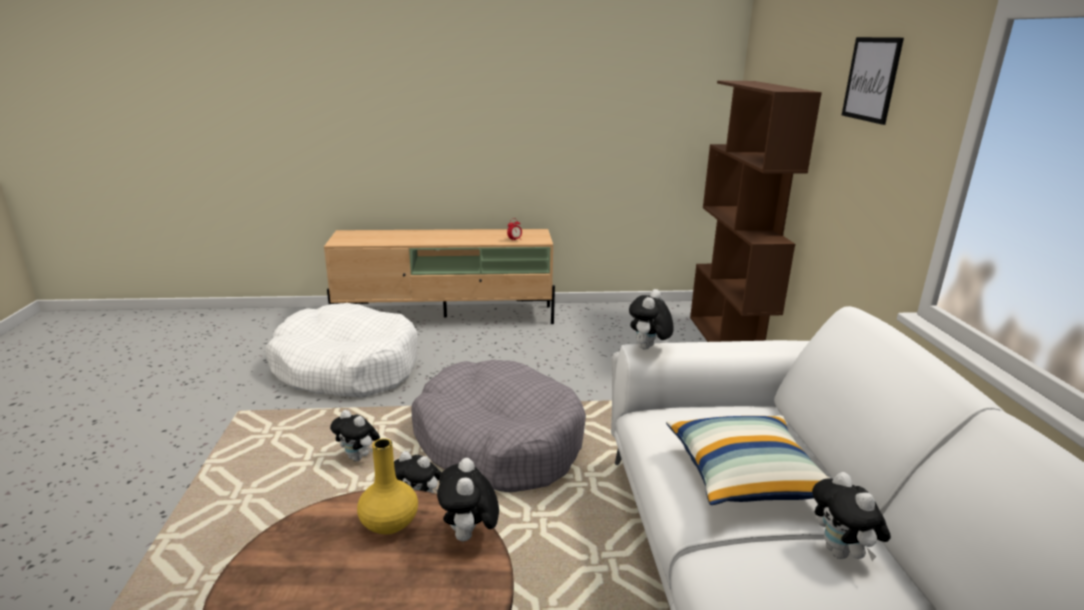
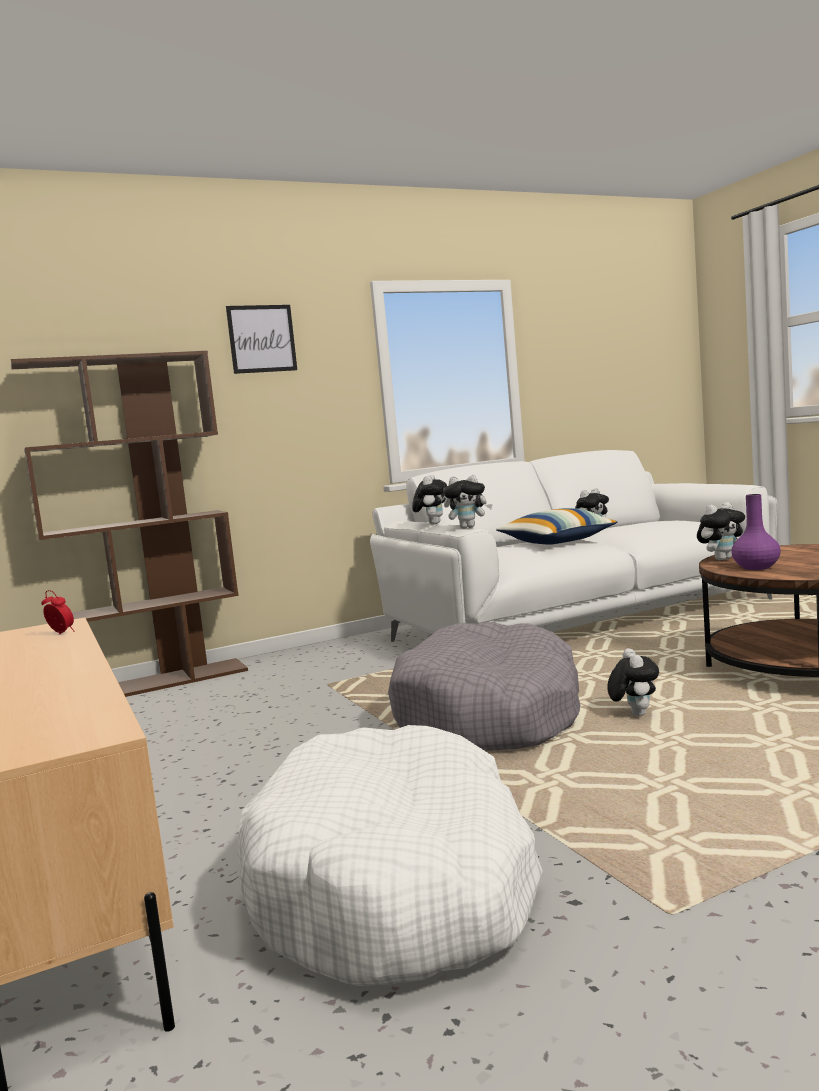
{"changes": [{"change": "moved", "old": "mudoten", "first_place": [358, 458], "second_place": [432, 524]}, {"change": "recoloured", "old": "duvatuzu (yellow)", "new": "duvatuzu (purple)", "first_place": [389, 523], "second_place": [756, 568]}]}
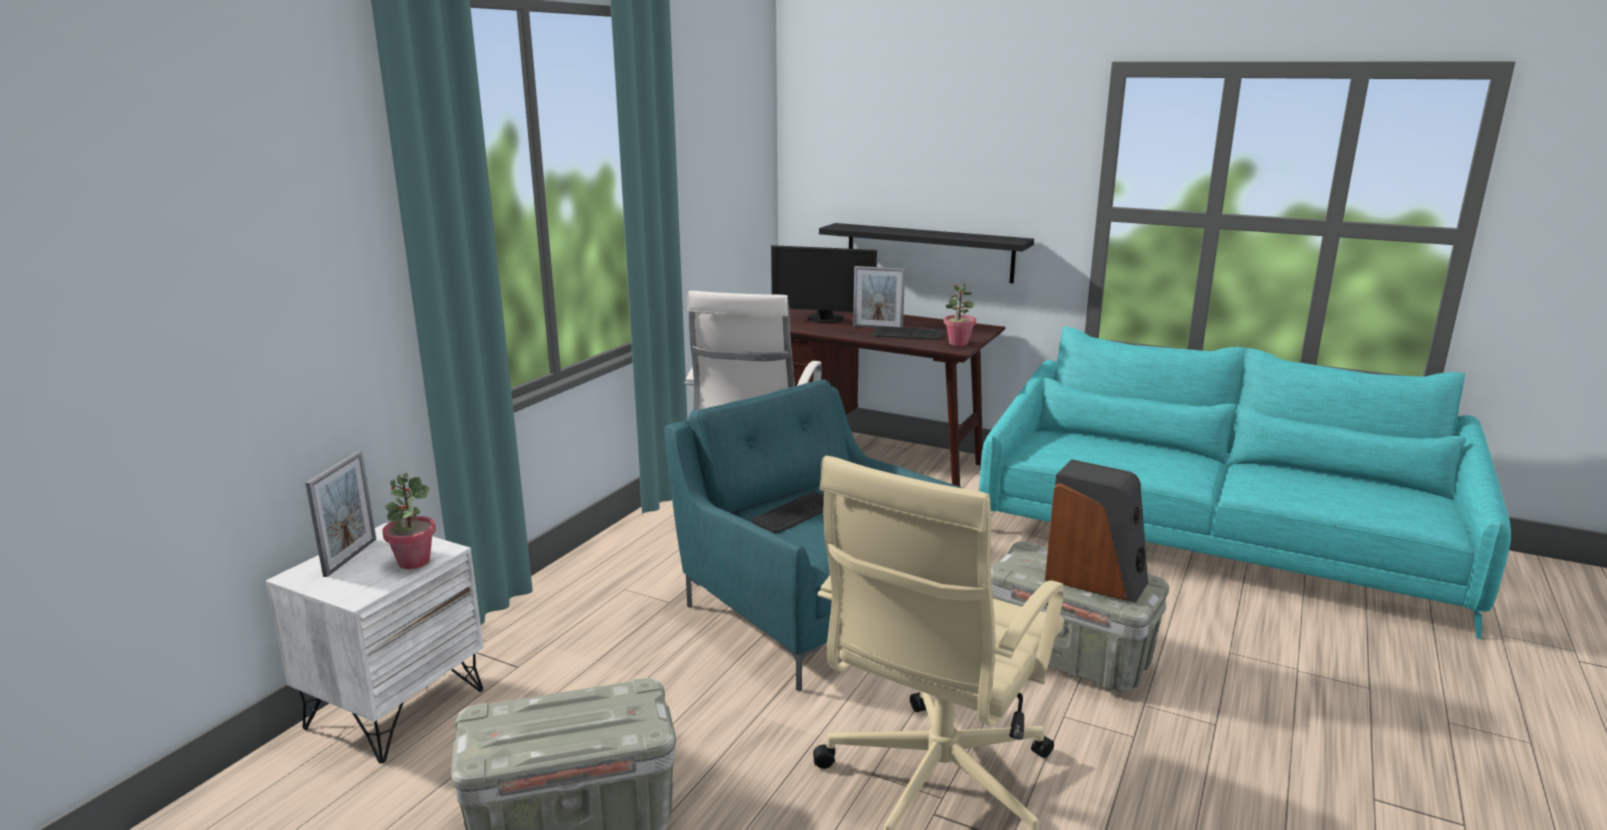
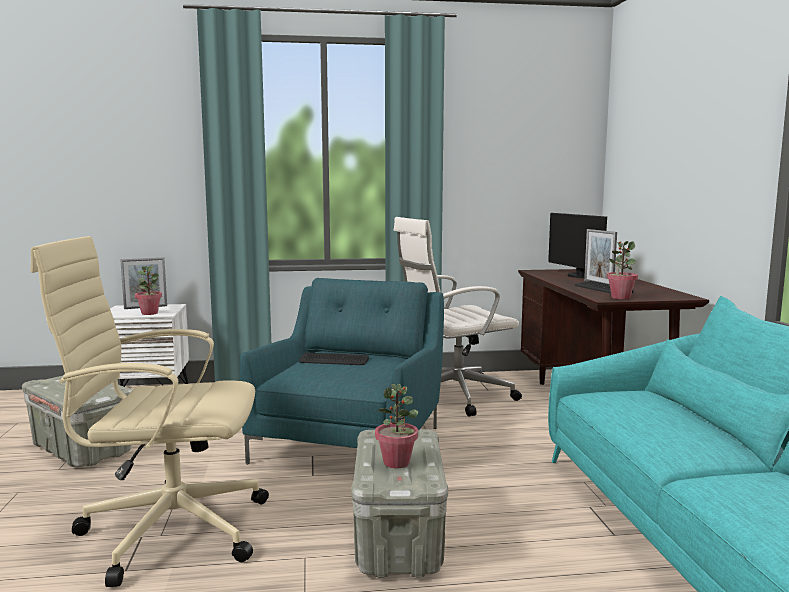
{"changes": [{"change": "replaced", "old": "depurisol", "new": "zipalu", "first_place": [1095, 579], "second_place": [397, 462]}, {"change": "removed", "old": "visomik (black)", "first_place": [929, 252]}]}
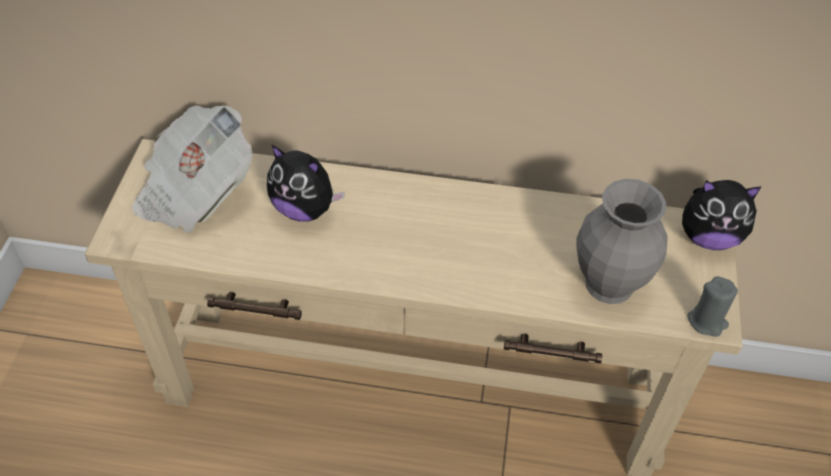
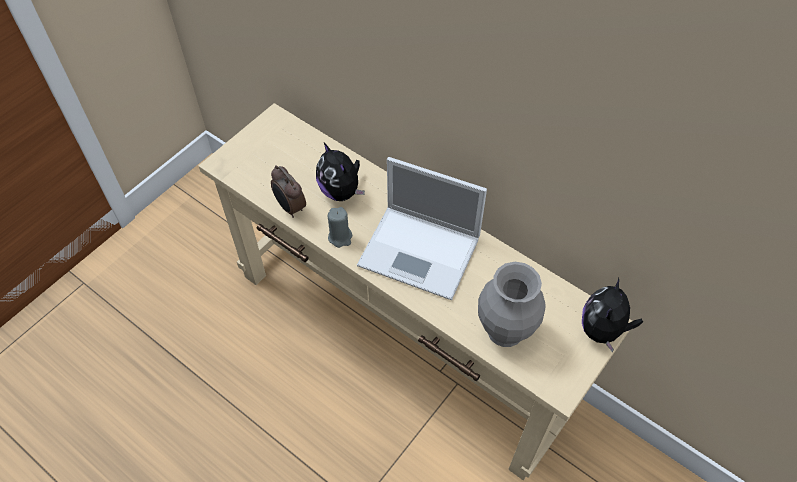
{"changes": [{"change": "added", "new": "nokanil", "second_place": [290, 208]}, {"change": "moved", "old": "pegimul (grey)", "first_place": [707, 321], "second_place": [340, 237]}, {"change": "added", "new": "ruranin", "second_place": [421, 252]}, {"change": "turned", "old": "mudoten", "first_place": [708, 237], "second_place": [603, 330], "degrees": 75}, {"change": "removed", "old": "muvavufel", "first_place": [195, 191]}]}
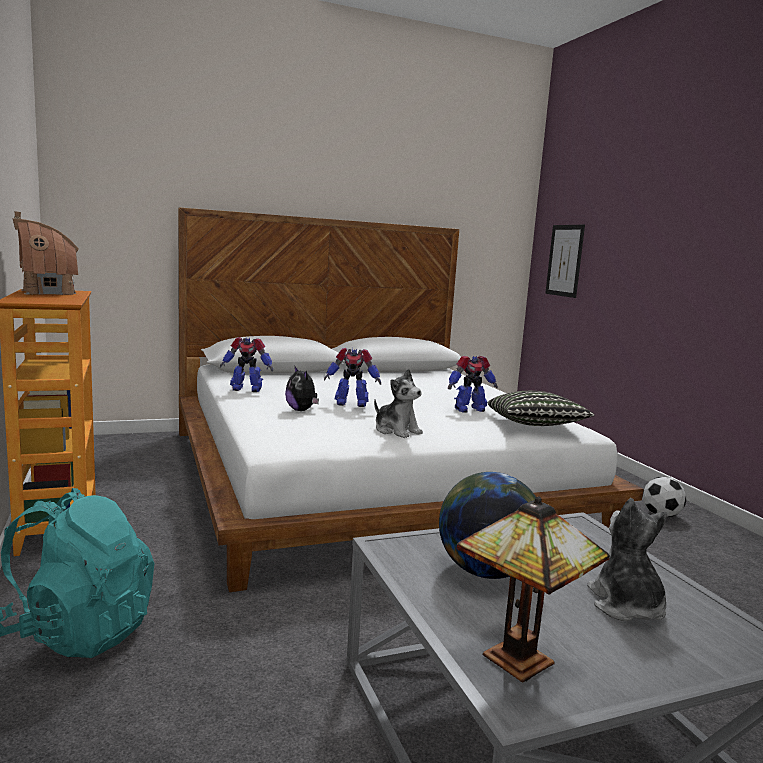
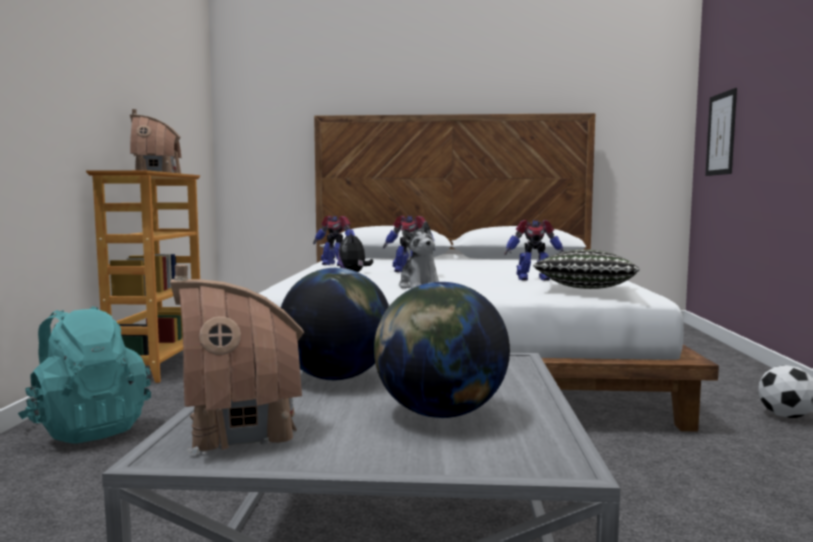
{"changes": [{"change": "replaced", "old": "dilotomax", "new": "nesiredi", "first_place": [524, 661], "second_place": [241, 430]}, {"change": "replaced", "old": "mudoten", "new": "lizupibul", "first_place": [626, 606], "second_place": [440, 414]}]}
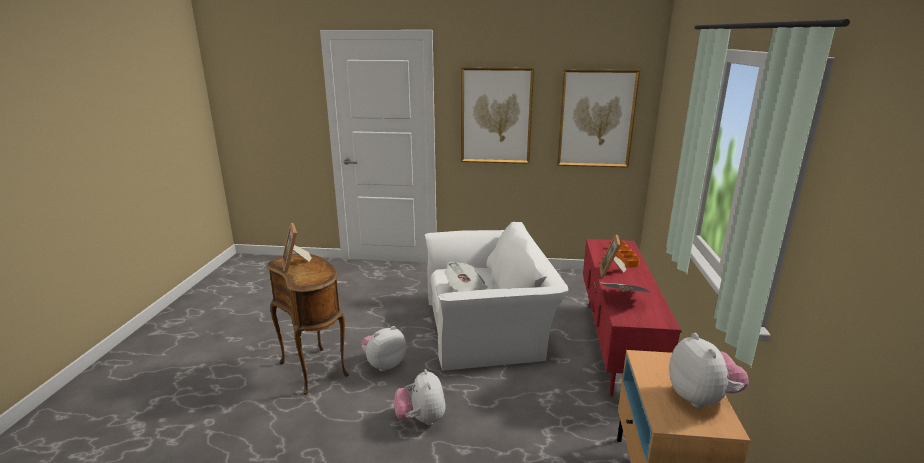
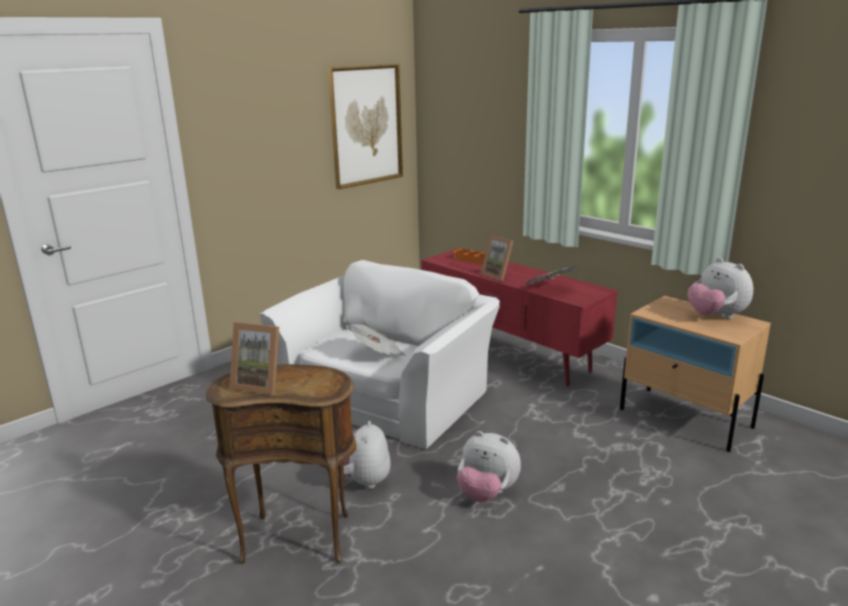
{"changes": [{"change": "turned", "old": "mudoten", "first_place": [701, 398], "second_place": [716, 316], "degrees": -150}, {"change": "removed", "old": "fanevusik", "first_place": [496, 116]}]}
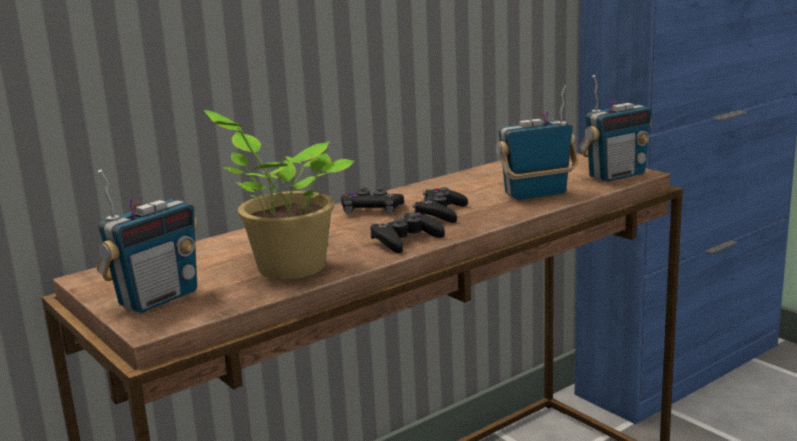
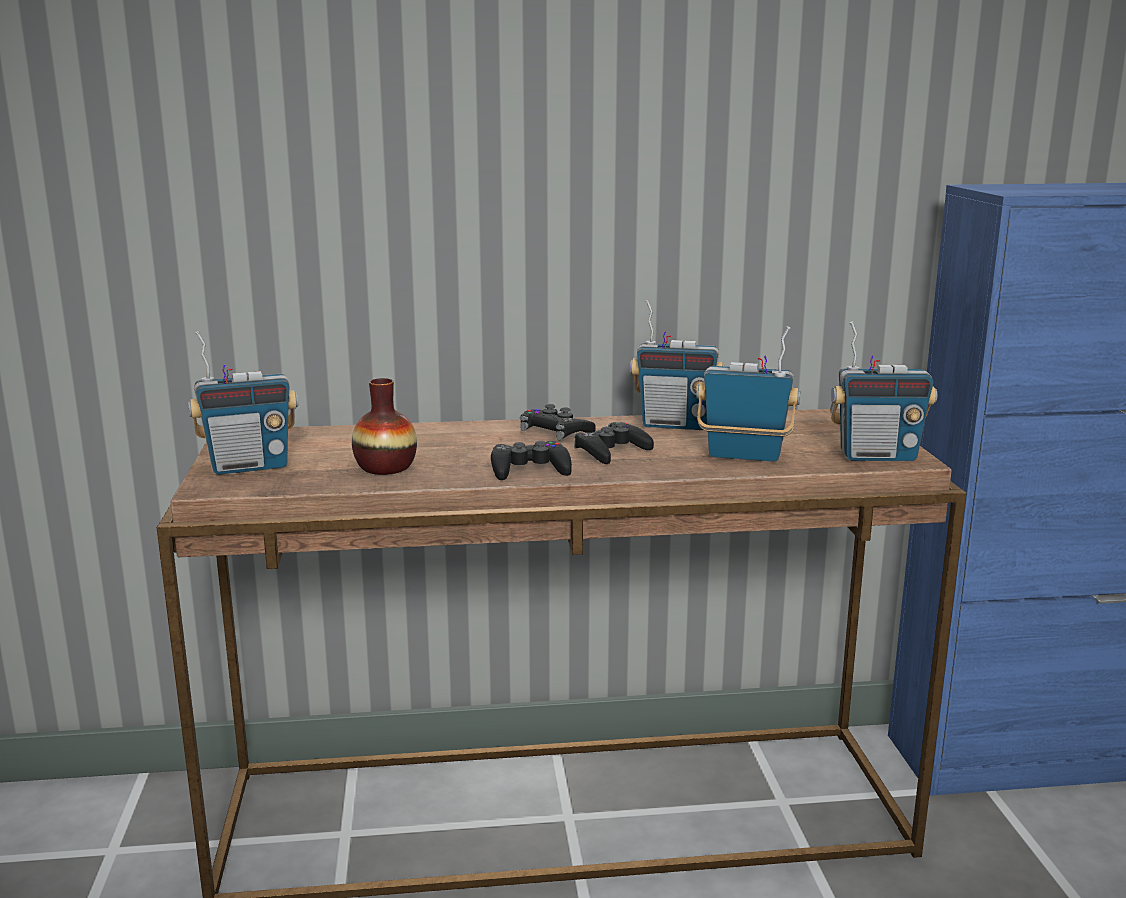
{"changes": [{"change": "replaced", "old": "zipalu", "new": "duvatuzu", "first_place": [286, 268], "second_place": [385, 467]}, {"change": "added", "new": "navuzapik", "second_place": [675, 425]}]}
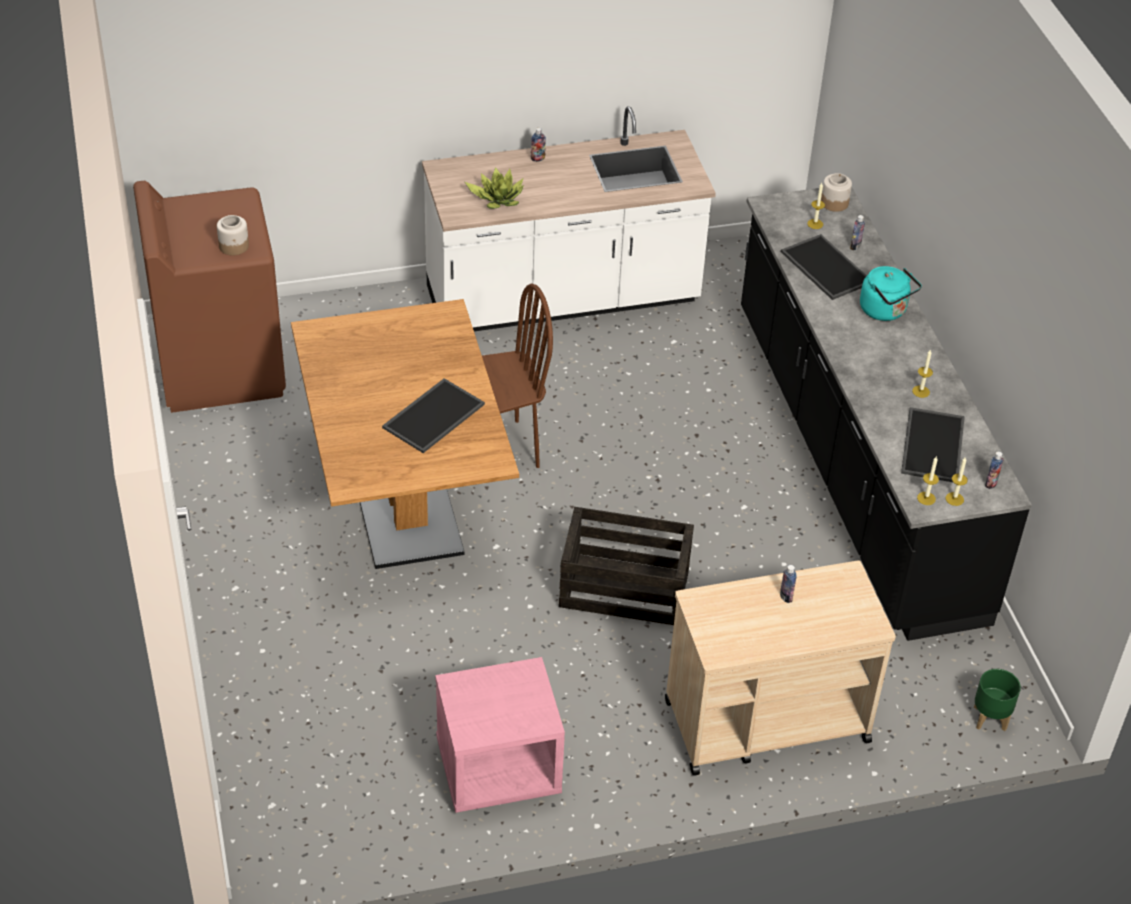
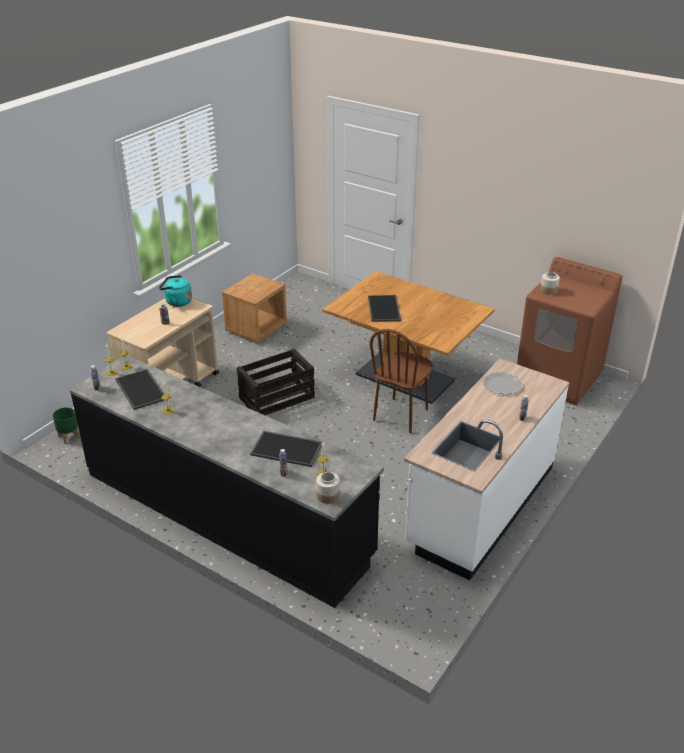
{"changes": [{"change": "moved", "old": "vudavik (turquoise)", "first_place": [885, 311], "second_place": [177, 302]}, {"change": "recoloured", "old": "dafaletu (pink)", "new": "dafaletu (brown)", "first_place": [497, 769], "second_place": [256, 328]}, {"change": "replaced", "old": "zipalu", "new": "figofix", "first_place": [497, 198], "second_place": [502, 385]}]}
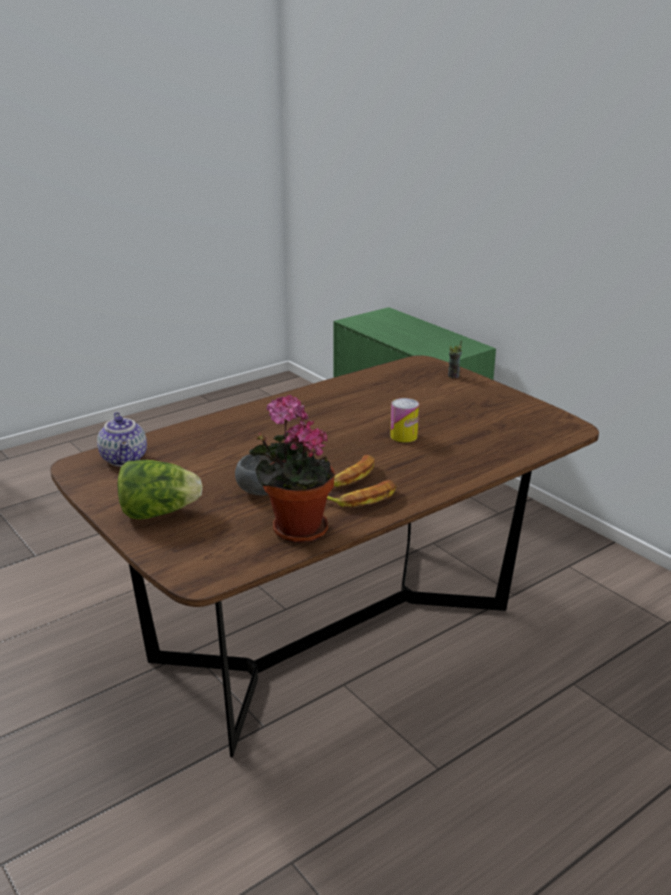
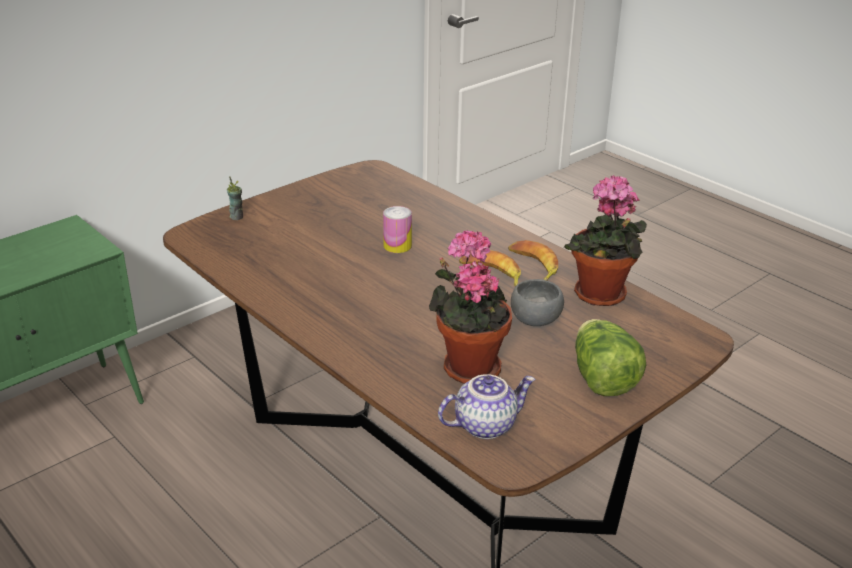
{"changes": [{"change": "added", "new": "zipalu", "second_place": [468, 366]}]}
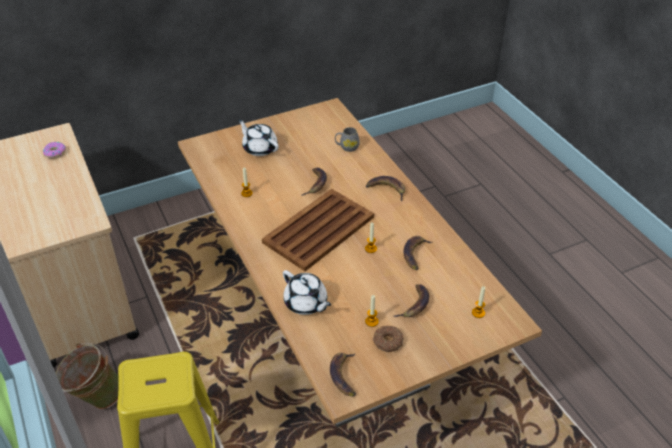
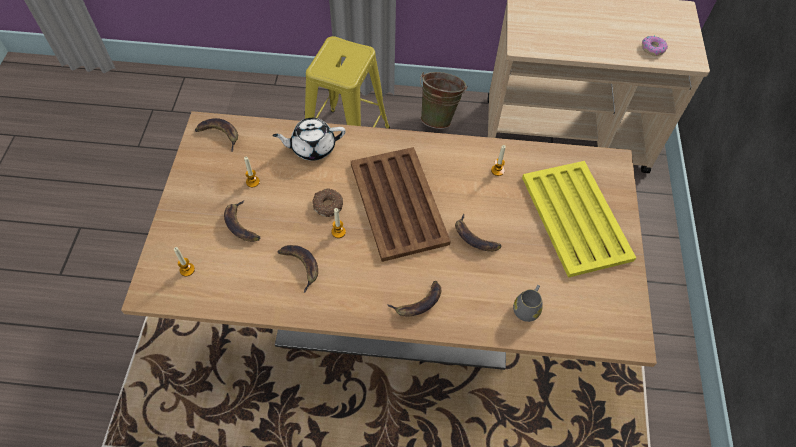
{"changes": [{"change": "moved", "old": "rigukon", "first_place": [387, 342], "second_place": [327, 205]}, {"change": "replaced", "old": "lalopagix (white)", "new": "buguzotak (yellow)", "first_place": [259, 148], "second_place": [575, 216]}]}
